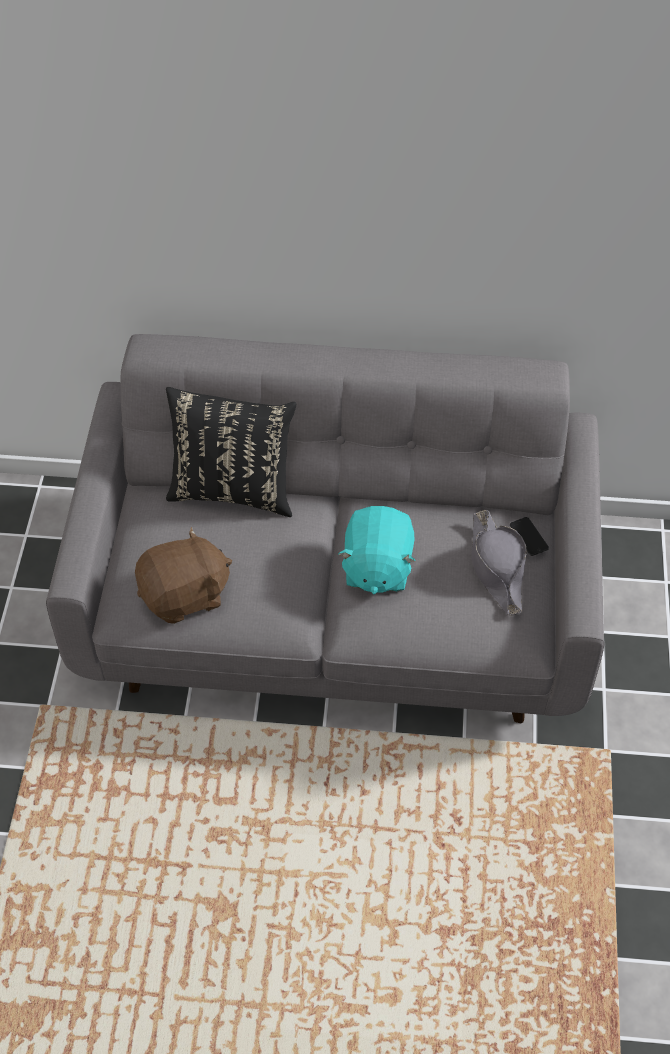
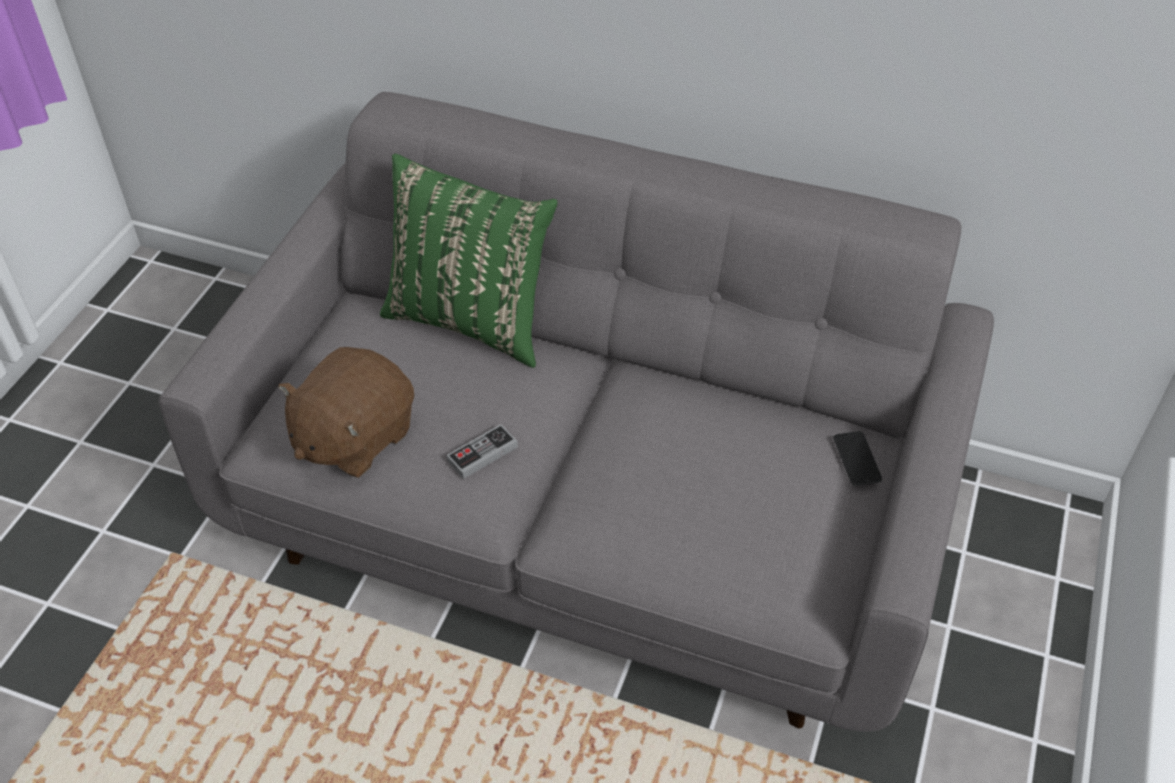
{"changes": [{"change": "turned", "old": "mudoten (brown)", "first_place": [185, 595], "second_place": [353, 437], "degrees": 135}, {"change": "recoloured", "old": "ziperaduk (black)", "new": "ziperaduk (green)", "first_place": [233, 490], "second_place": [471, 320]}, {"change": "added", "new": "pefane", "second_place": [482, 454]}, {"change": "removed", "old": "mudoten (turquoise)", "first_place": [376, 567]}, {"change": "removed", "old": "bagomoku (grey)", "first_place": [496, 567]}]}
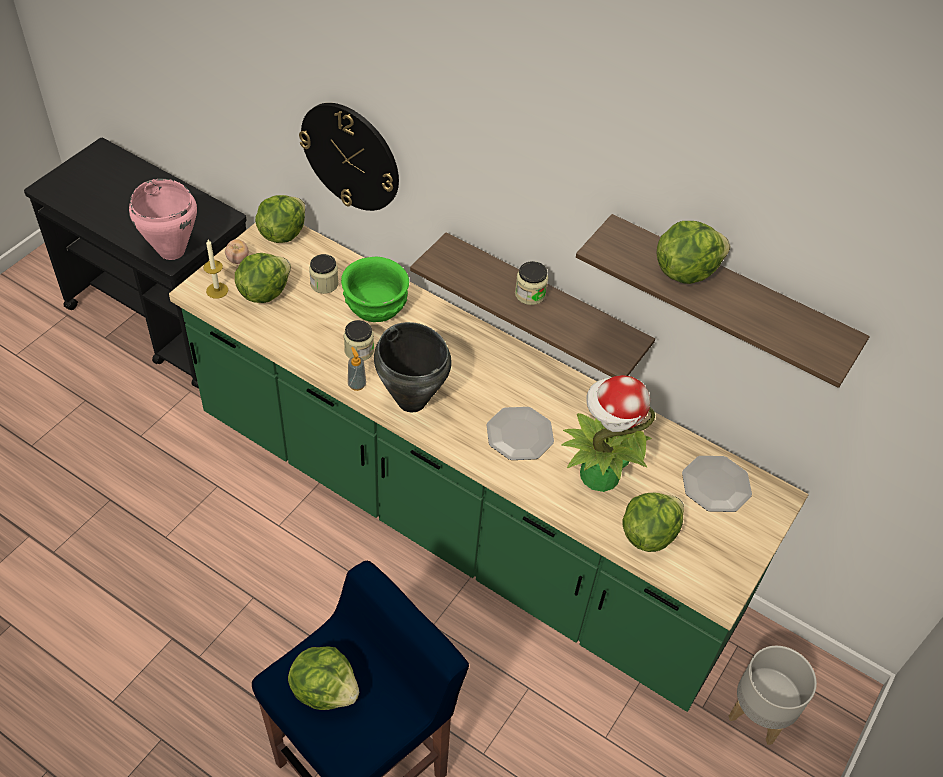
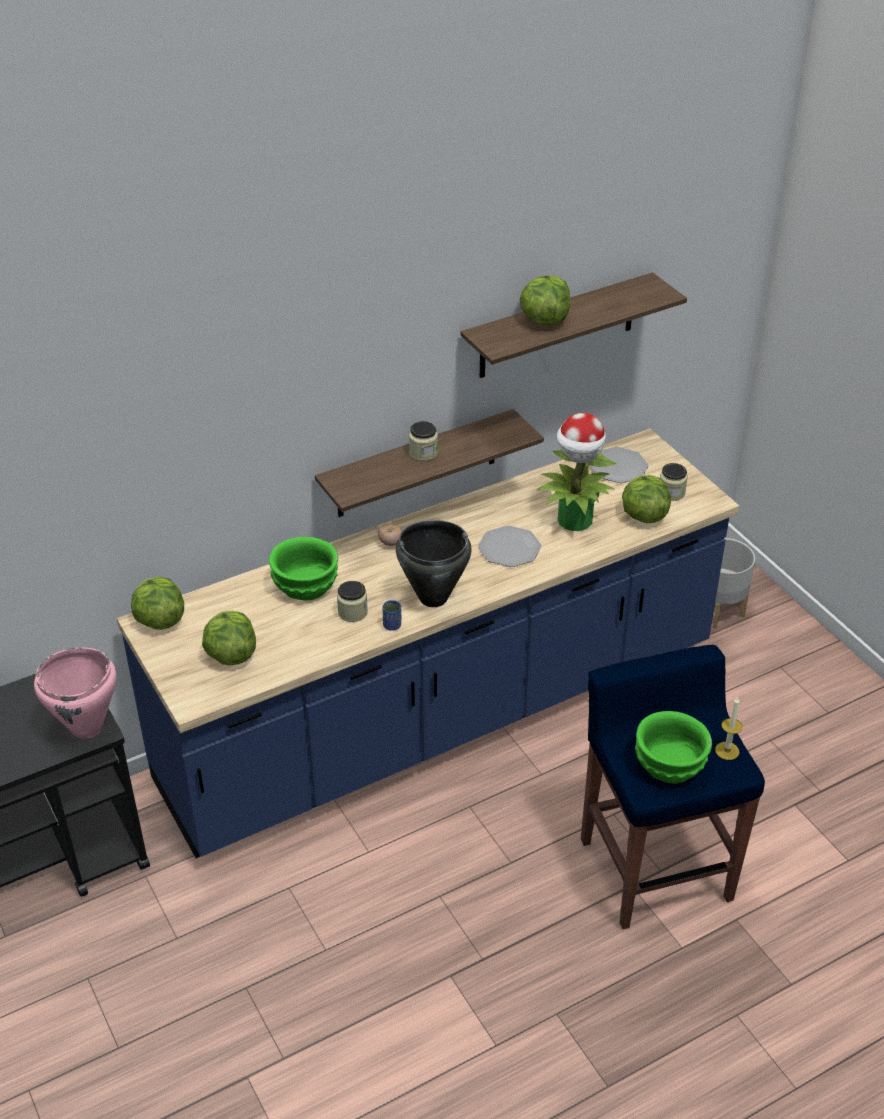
{"changes": [{"change": "recoloured", "old": "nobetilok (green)", "new": "nobetilok (blue)", "first_place": [460, 518], "second_place": [442, 716]}, {"change": "moved", "old": "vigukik", "first_place": [238, 259], "second_place": [390, 543]}, {"change": "replaced", "old": "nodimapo", "new": "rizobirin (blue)", "first_place": [357, 384], "second_place": [392, 625]}, {"change": "replaced", "old": "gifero", "new": "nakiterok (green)", "first_place": [325, 689], "second_place": [668, 764]}, {"change": "moved", "old": "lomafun", "first_place": [324, 284], "second_place": [671, 493]}, {"change": "moved", "old": "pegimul", "first_place": [217, 290], "second_place": [727, 751]}, {"change": "removed", "old": "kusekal", "first_place": [351, 156]}]}
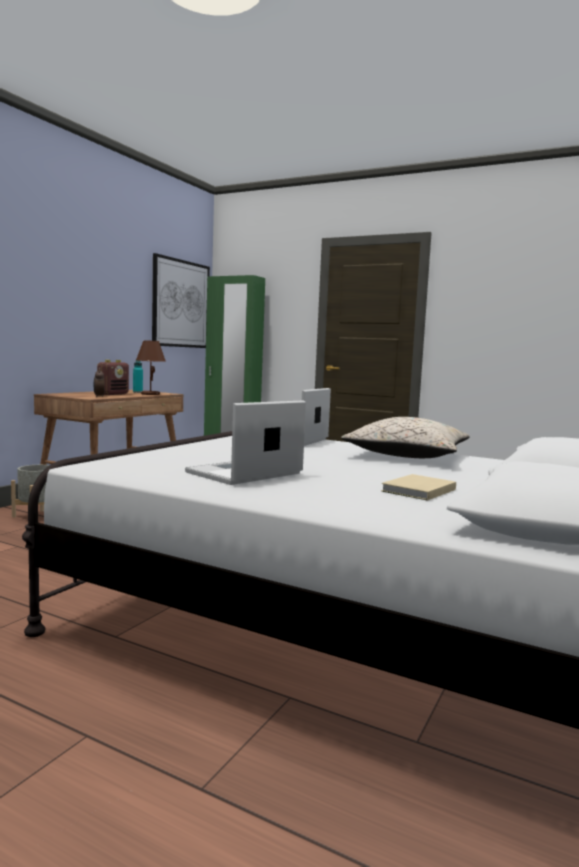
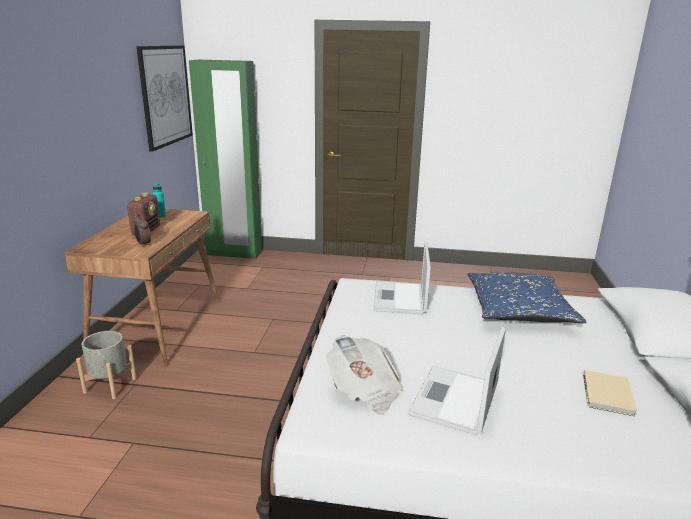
{"changes": [{"change": "added", "new": "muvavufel", "second_place": [364, 391]}, {"change": "recoloured", "old": "ziperaduk (beige)", "new": "ziperaduk (blue)", "first_place": [408, 456], "second_place": [518, 310]}, {"change": "removed", "old": "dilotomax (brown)", "first_place": [150, 394]}]}
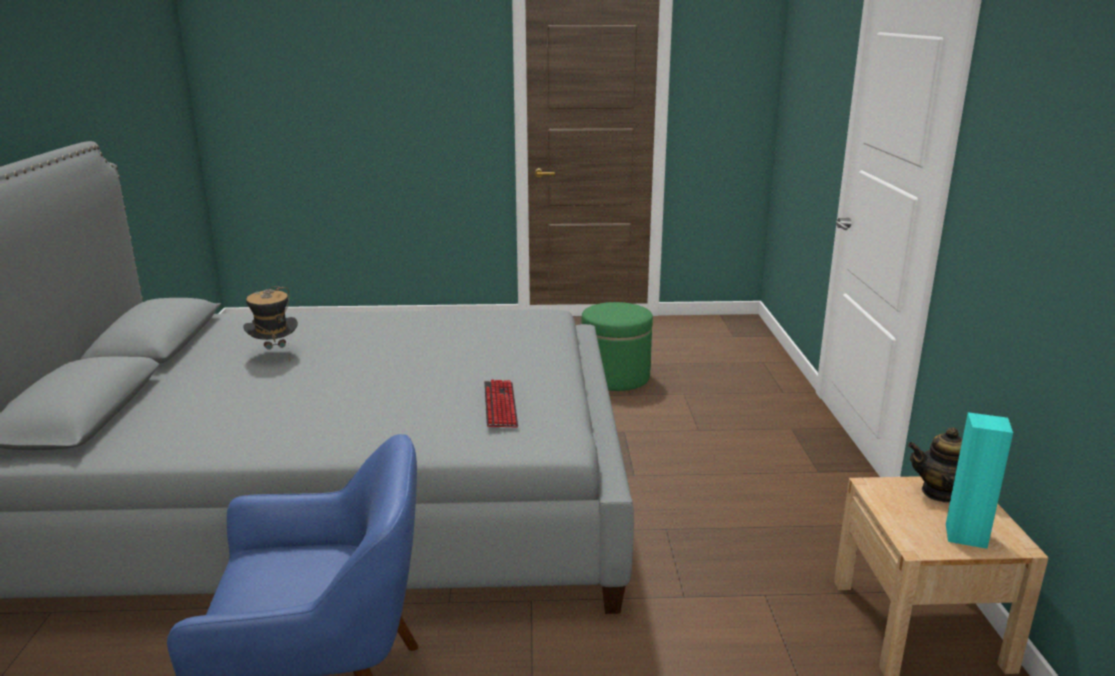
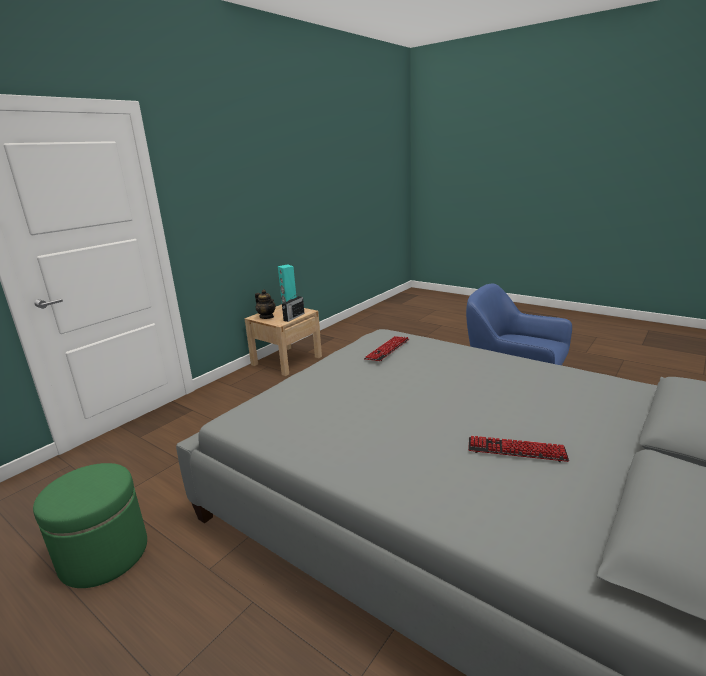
{"changes": [{"change": "added", "new": "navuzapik", "second_place": [293, 317]}, {"change": "replaced", "old": "bagomoku", "new": "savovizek", "first_place": [274, 355], "second_place": [516, 450]}]}
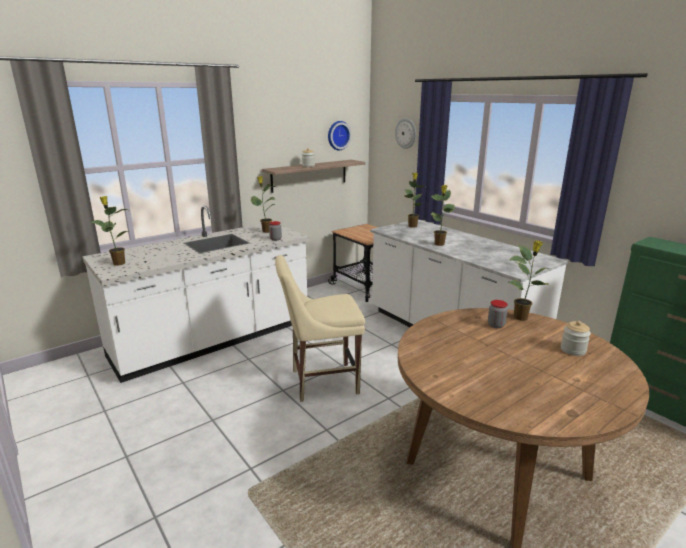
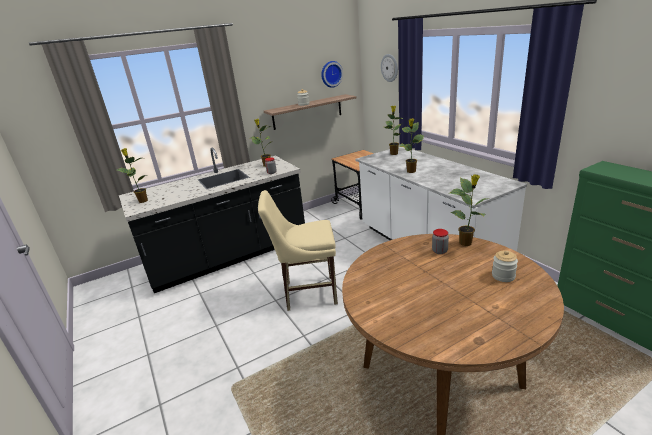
{"changes": [{"change": "recoloured", "old": "nobetilok (white)", "new": "nobetilok (black)", "first_place": [213, 340], "second_place": [229, 256]}]}
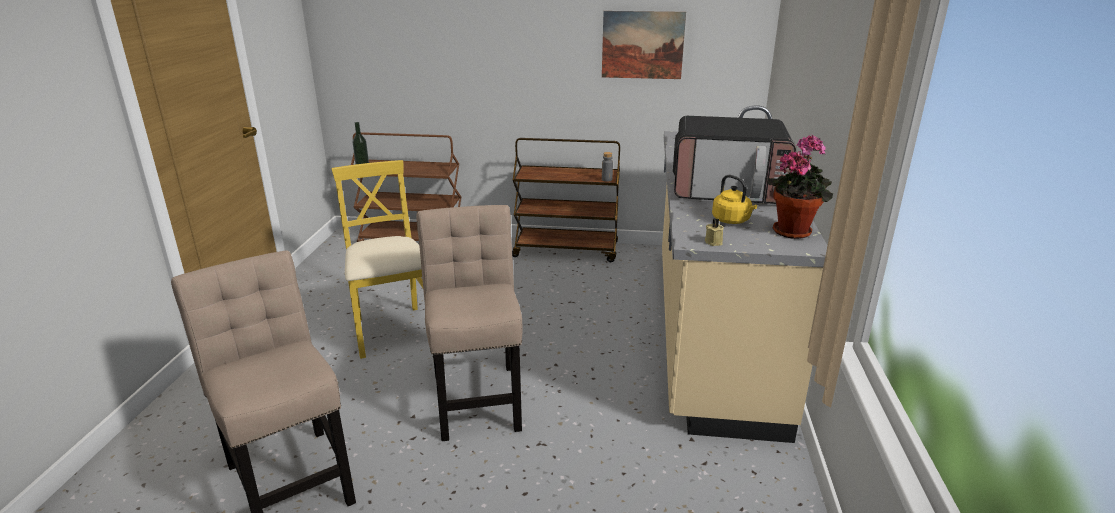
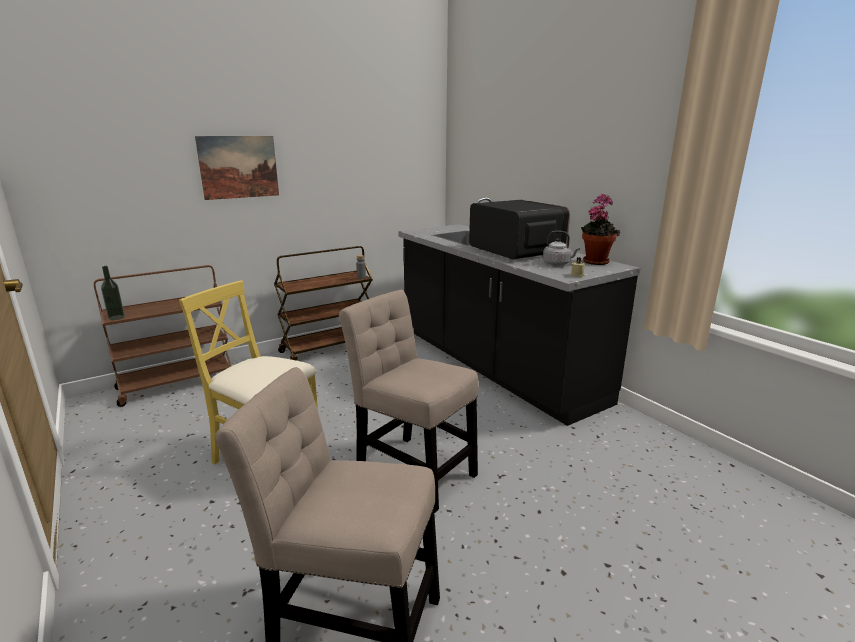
{"changes": [{"change": "moved", "old": "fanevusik", "first_place": [642, 45], "second_place": [239, 167]}, {"change": "recoloured", "old": "nobetilok (beige)", "new": "nobetilok (black)", "first_place": [710, 332], "second_place": [494, 365]}, {"change": "turned", "old": "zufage", "first_place": [728, 189], "second_place": [515, 251], "degrees": -90}, {"change": "recoloured", "old": "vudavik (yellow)", "new": "vudavik (grey)", "first_place": [732, 221], "second_place": [558, 264]}]}
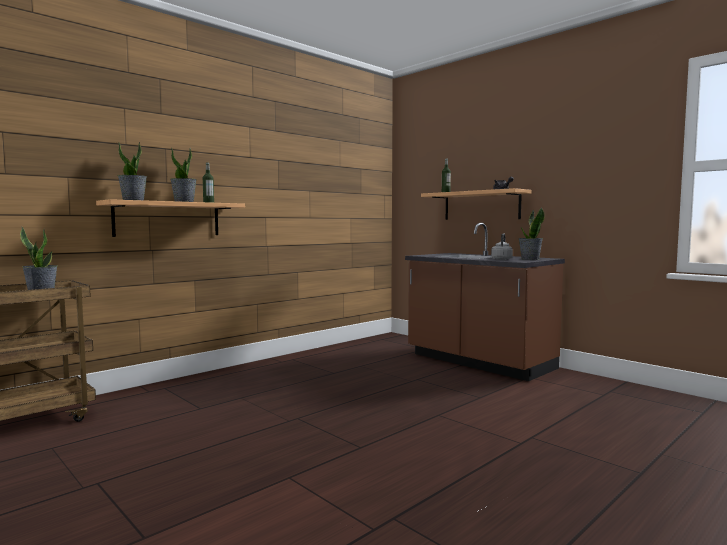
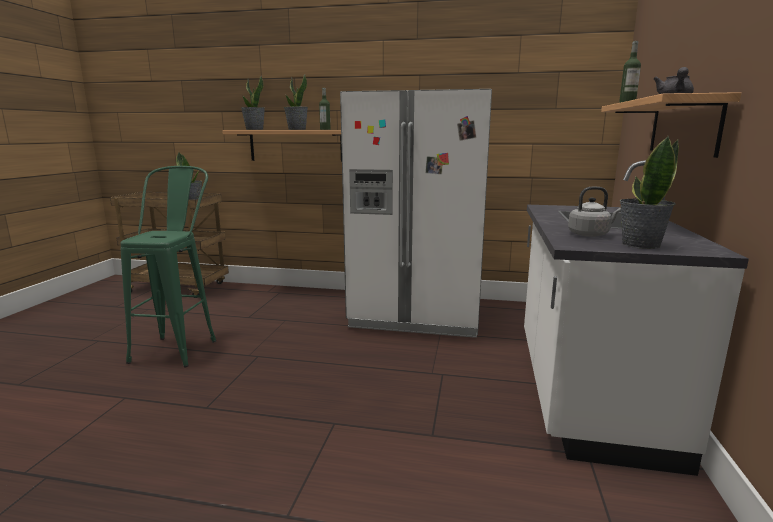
{"changes": [{"change": "added", "new": "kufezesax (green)", "second_place": [180, 346]}, {"change": "added", "new": "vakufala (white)", "second_place": [417, 314]}, {"change": "recoloured", "old": "nobetilok (brown)", "new": "nobetilok (white)", "first_place": [479, 362], "second_place": [586, 393]}]}
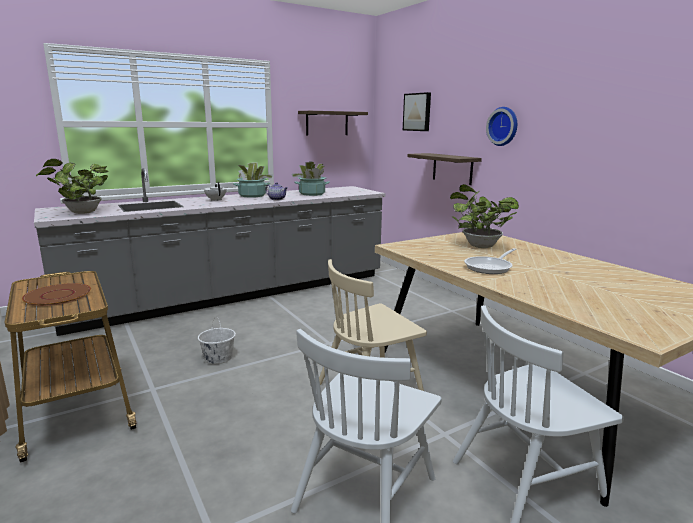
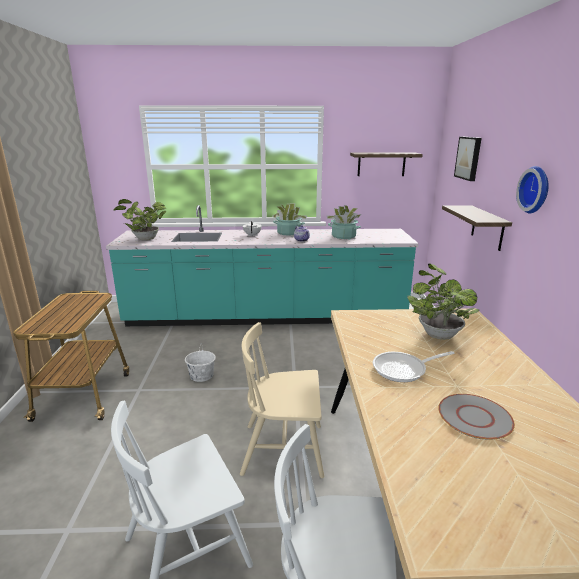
{"changes": [{"change": "recoloured", "old": "nobetilok (grey)", "new": "nobetilok (turquoise)", "first_place": [236, 295], "second_place": [266, 317]}, {"change": "added", "new": "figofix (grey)", "second_place": [474, 417]}, {"change": "removed", "old": "figofix (brown)", "first_place": [58, 295]}]}
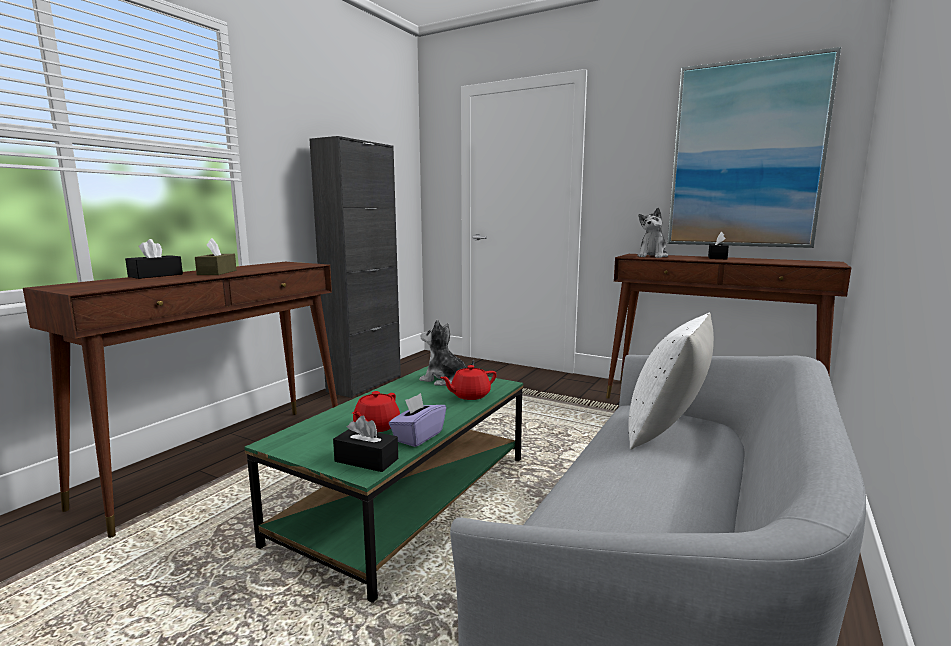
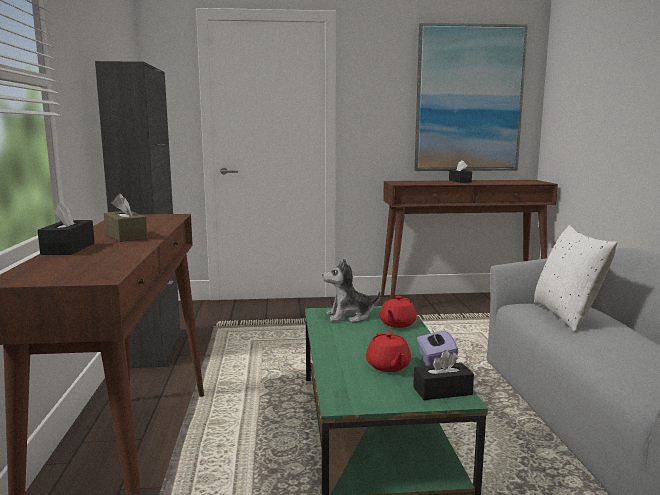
{"changes": [{"change": "removed", "old": "mudoten", "first_place": [652, 256]}]}
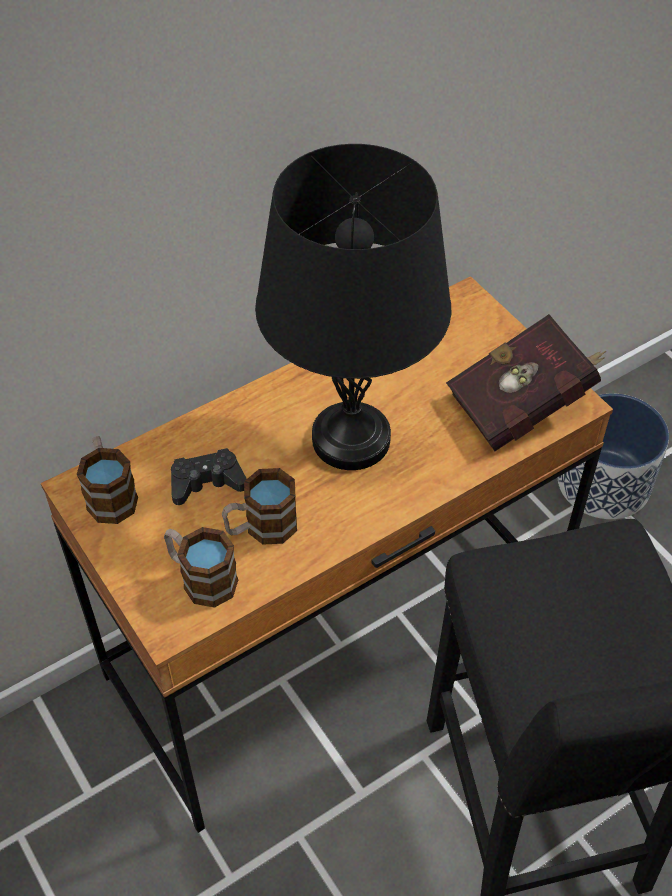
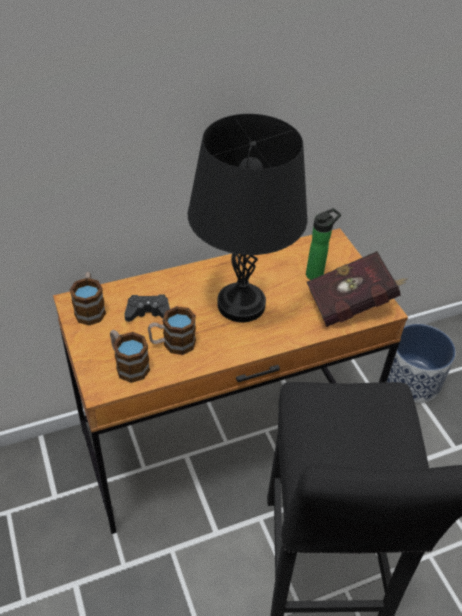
{"changes": [{"change": "added", "new": "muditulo", "second_place": [316, 274]}]}
